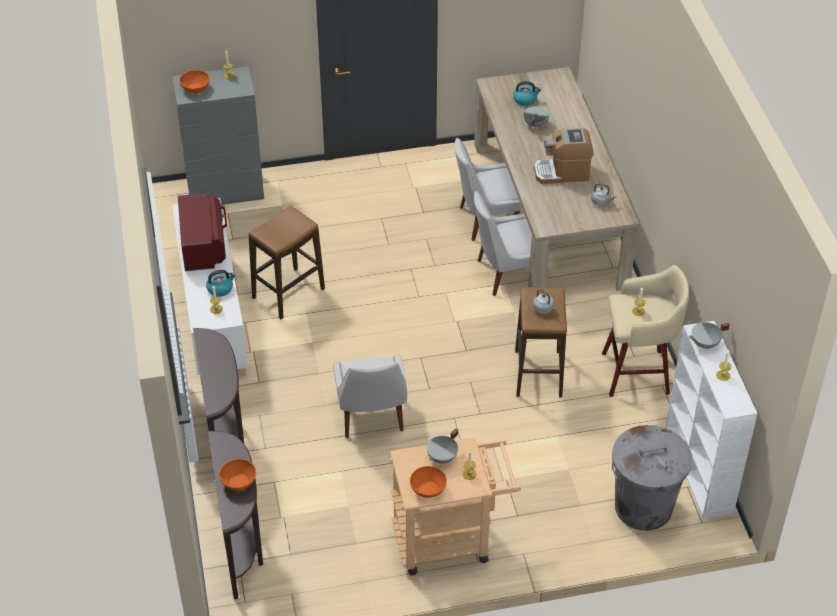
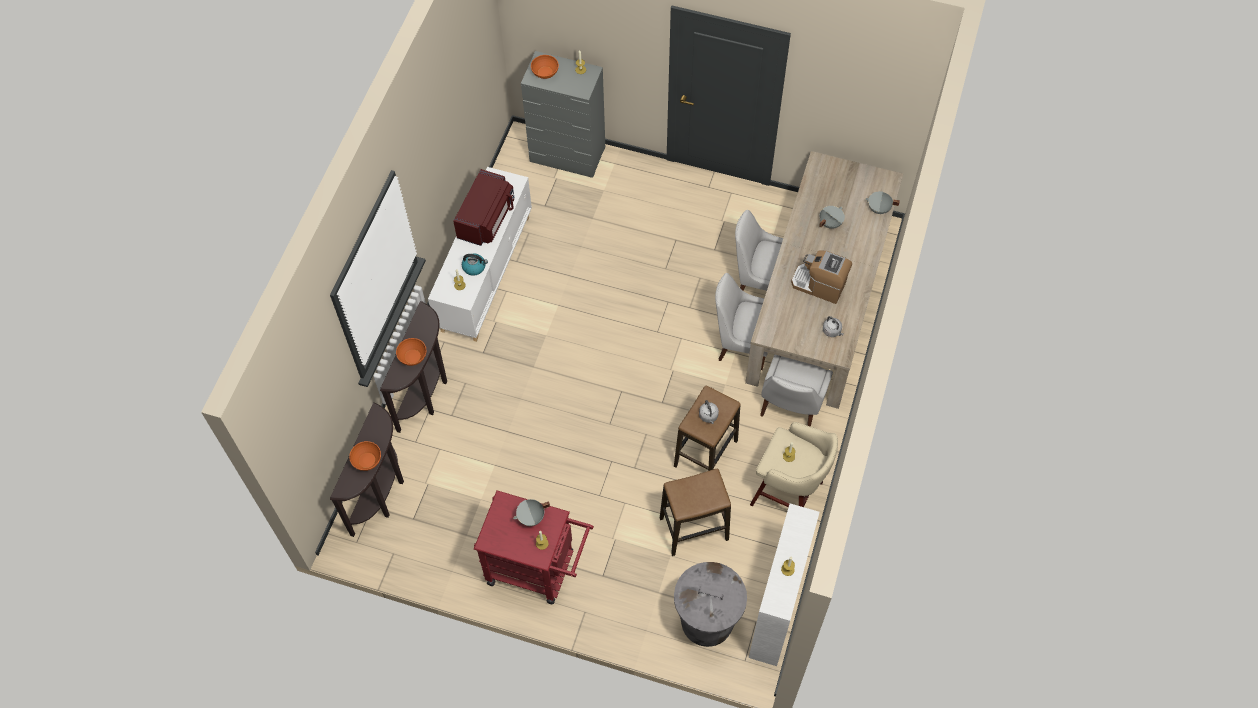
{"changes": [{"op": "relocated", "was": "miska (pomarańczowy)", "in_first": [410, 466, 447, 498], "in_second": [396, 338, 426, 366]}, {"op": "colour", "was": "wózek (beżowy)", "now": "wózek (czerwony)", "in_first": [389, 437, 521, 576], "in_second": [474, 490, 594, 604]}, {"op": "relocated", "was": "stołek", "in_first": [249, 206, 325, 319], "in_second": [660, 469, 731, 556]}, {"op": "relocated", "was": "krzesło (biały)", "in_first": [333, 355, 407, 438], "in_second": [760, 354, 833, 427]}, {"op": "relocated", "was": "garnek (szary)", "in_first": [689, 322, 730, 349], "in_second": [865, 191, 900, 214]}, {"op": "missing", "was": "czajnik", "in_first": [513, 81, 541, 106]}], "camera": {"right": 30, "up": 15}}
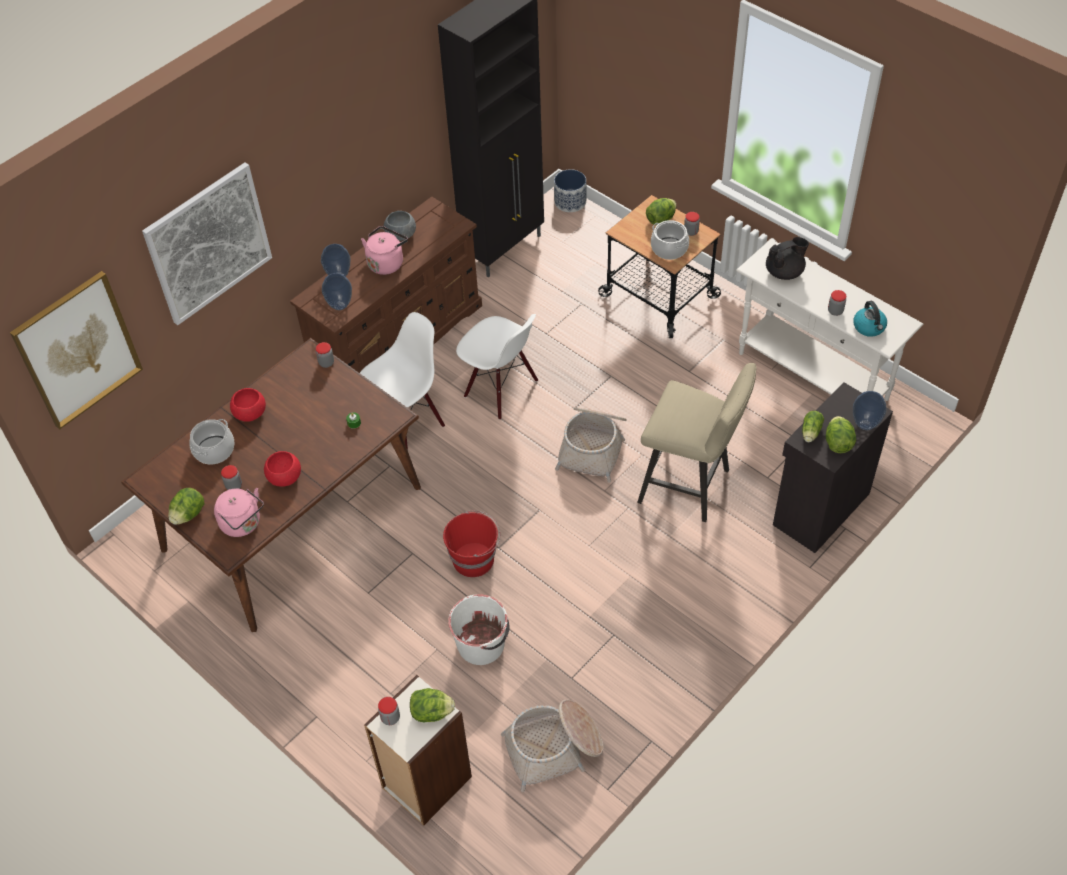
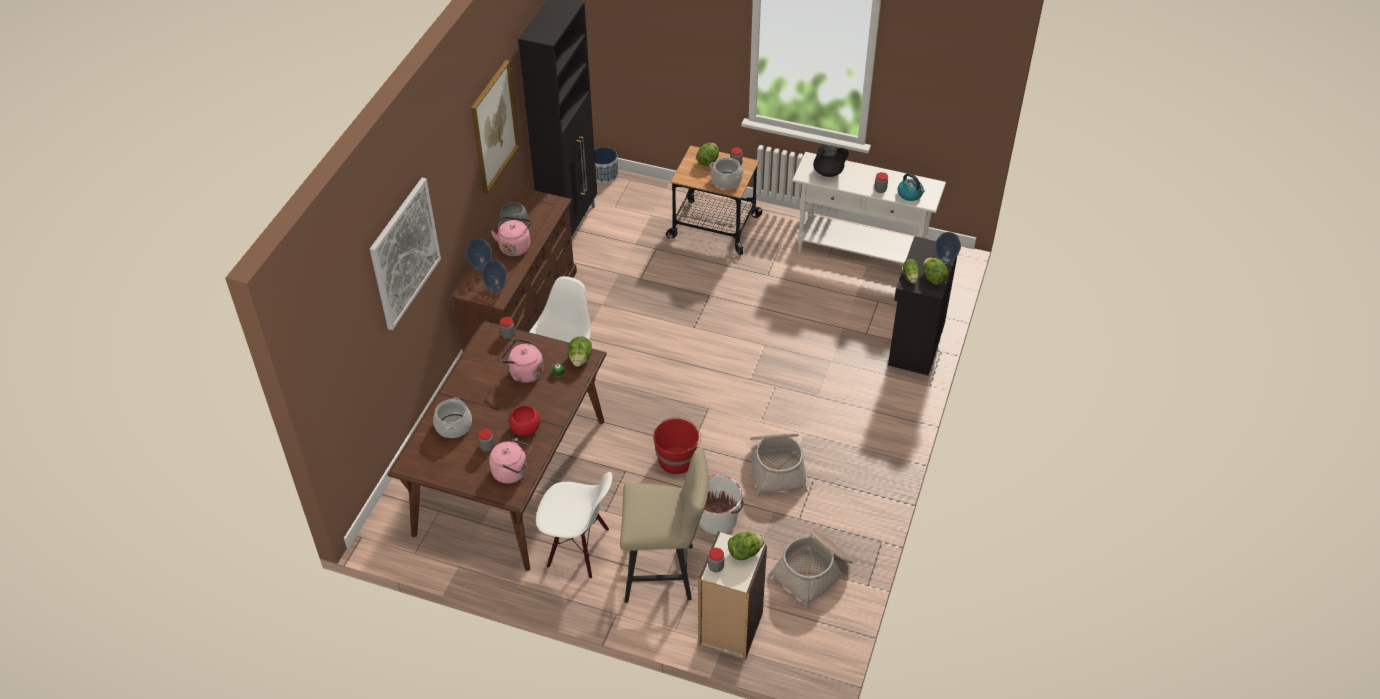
{"changes": [{"op": "relocated", "was": "obraz", "in_first": [10, 271, 143, 430], "in_second": [471, 60, 520, 194]}, {"op": "appeared", "now": "czajnik (różowy)", "in_second": [501, 339, 544, 383]}, {"op": "relocated", "was": "krzesło (biały)", "in_first": [456, 314, 538, 420], "in_second": [536, 472, 612, 579]}, {"op": "relocated", "was": "sałata", "in_first": [168, 488, 204, 525], "in_second": [568, 336, 592, 367]}, {"op": "relocated", "was": "stołek (beżowy)", "in_first": [637, 363, 757, 522], "in_second": [620, 448, 708, 603]}, {"op": "relocated", "was": "koszyk", "in_first": [555, 407, 627, 483], "in_second": [749, 433, 808, 497]}, {"op": "spun", "was": "imbryk (czarny)", "in_first": [766, 237, 809, 280], "in_second": [813, 145, 849, 177], "clockwise": 60}, {"op": "missing", "was": "miska (czerwony)", "in_first": [230, 388, 266, 422]}], "camera": {"right": -25, "up": -5}}
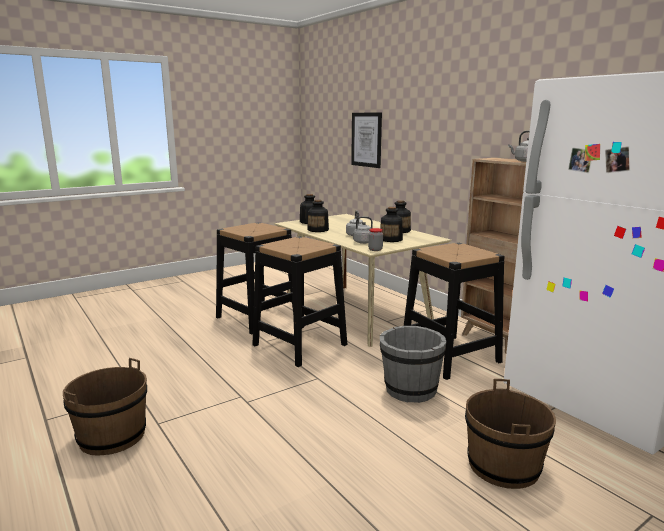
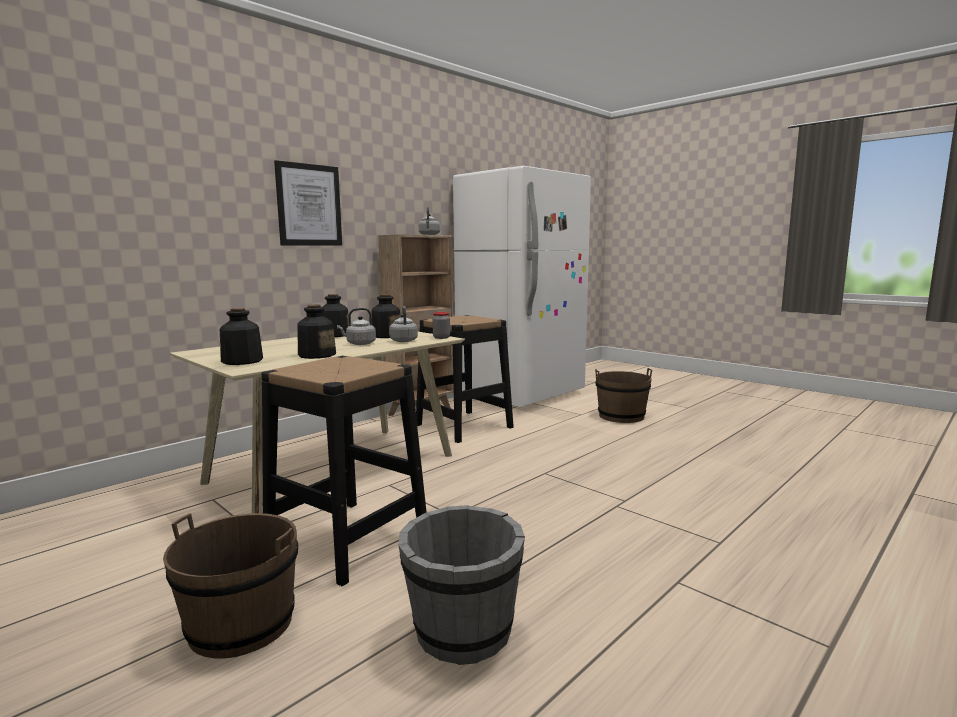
{"changes": [{"op": "relocated", "was": "wiadro (brązowy)", "in_first": [63, 358, 147, 456], "in_second": [163, 513, 298, 658]}, {"op": "relocated", "was": "obraz", "in_first": [351, 112, 382, 168], "in_second": [274, 160, 342, 246]}, {"op": "relocated", "was": "wiadro (szary)", "in_first": [380, 326, 447, 403], "in_second": [399, 505, 525, 665]}, {"op": "missing", "was": "stołek (czarny)", "in_first": [252, 236, 347, 367]}], "camera": {"right": -100, "up": -5}}
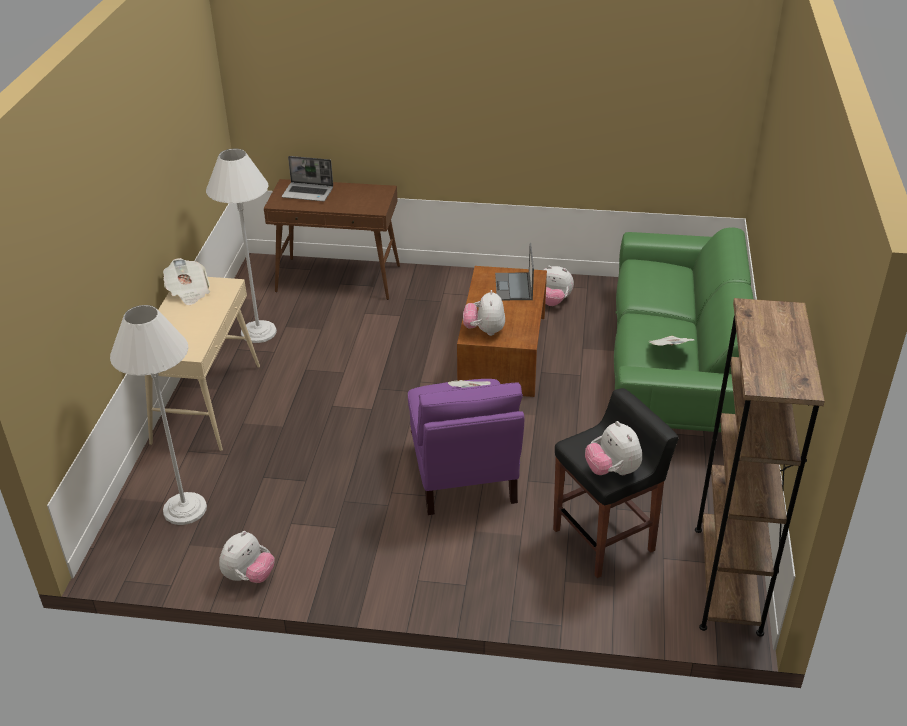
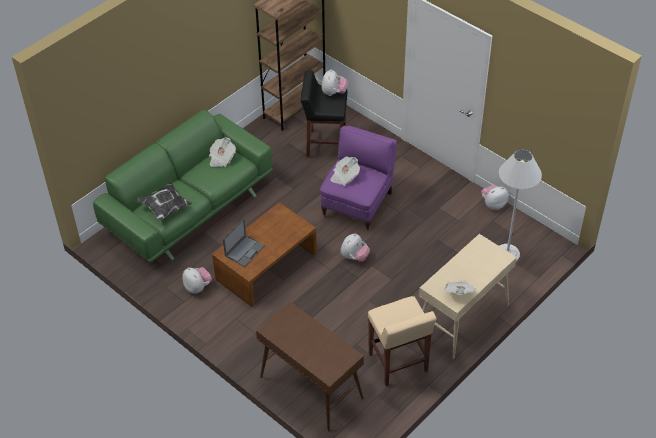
{"changes": [{"op": "appeared", "now": "poduszka", "in_second": [136, 182, 193, 222]}, {"op": "relocated", "was": "pluszak", "in_first": [463, 290, 505, 336], "in_second": [341, 233, 370, 262]}, {"op": "exchanged", "was": "lampa stojąca (biały)", "now": "stołek (beżowy)", "in_first": [206, 148, 277, 343], "in_second": [368, 296, 436, 386]}, {"op": "missing", "was": "laptop", "in_first": [282, 156, 333, 201]}], "camera": {"right": -145, "up": 10}}
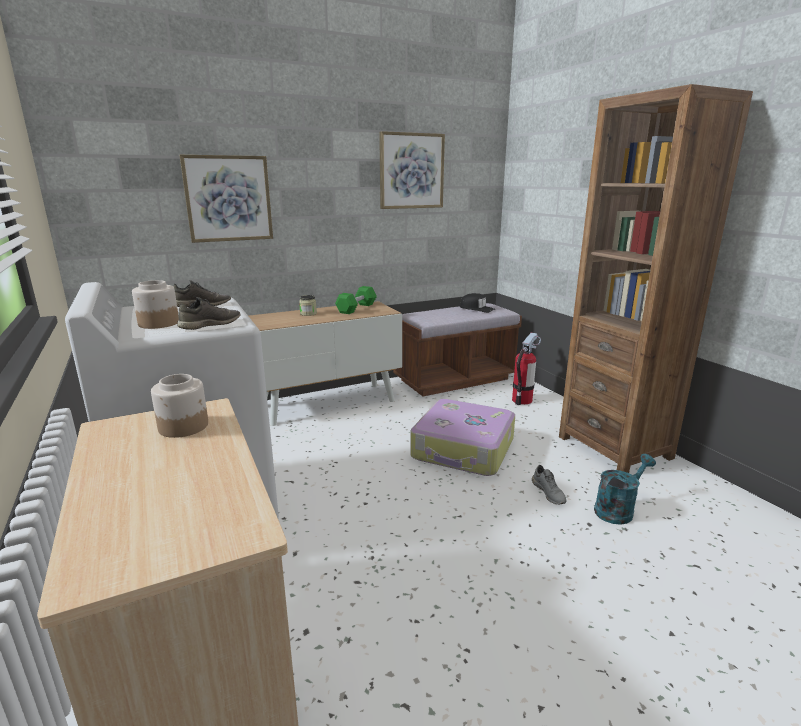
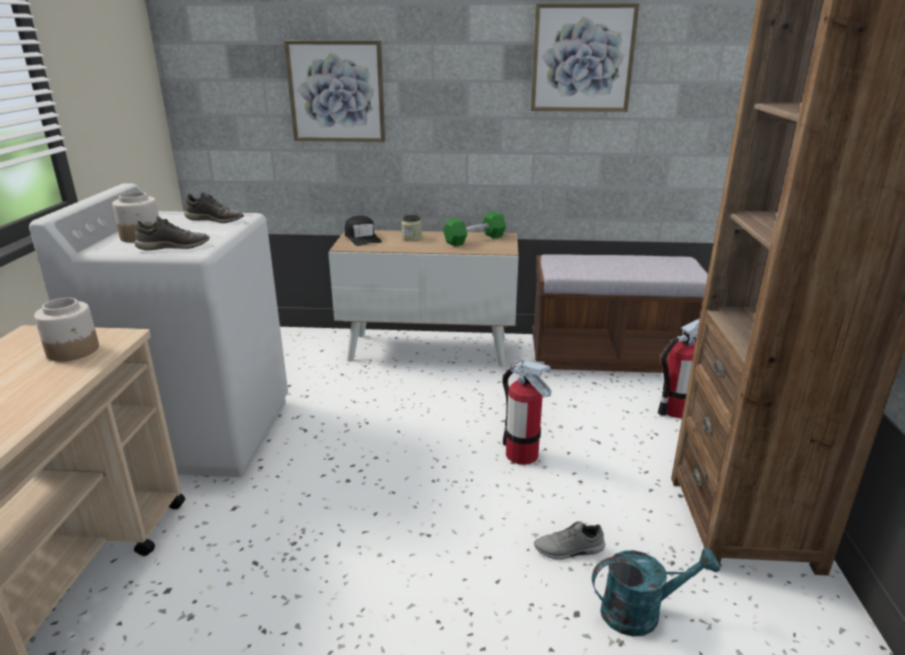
{"changes": [{"op": "relocated", "was": "czapka z daszkiem (czarny)", "in_first": [460, 293, 495, 313], "in_second": [345, 216, 382, 246]}, {"op": "exchanged", "was": "walizka", "now": "gaśnica", "in_first": [410, 399, 515, 476], "in_second": [502, 360, 552, 465]}, {"op": "spun", "was": "but (szary)", "in_first": [532, 465, 567, 504], "in_second": [534, 521, 605, 560], "clockwise": 75}], "camera": {"right": 30, "up": 5}}
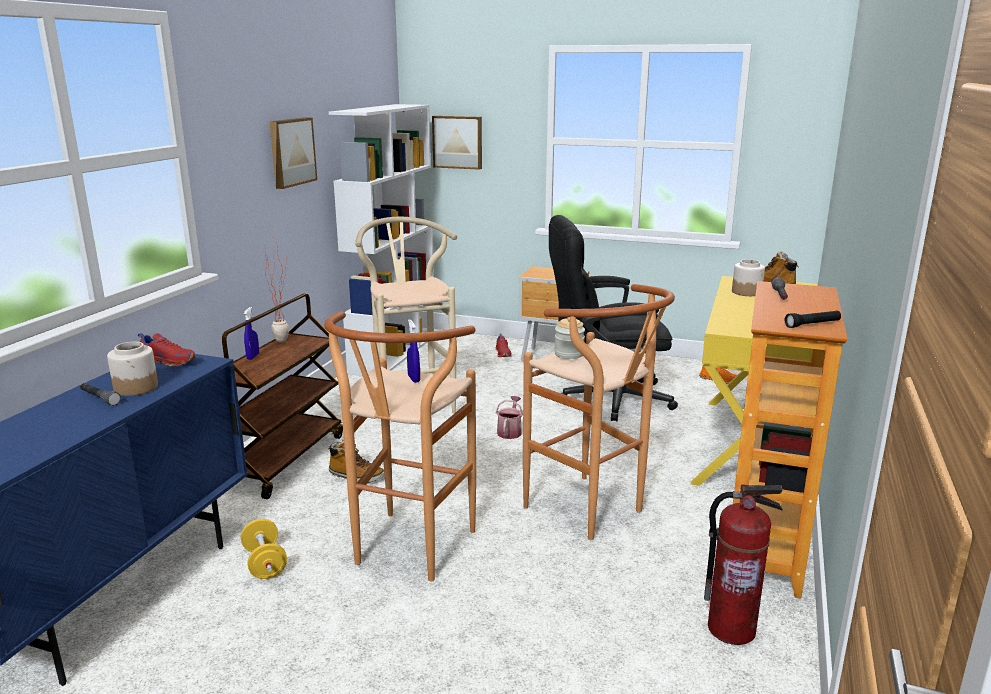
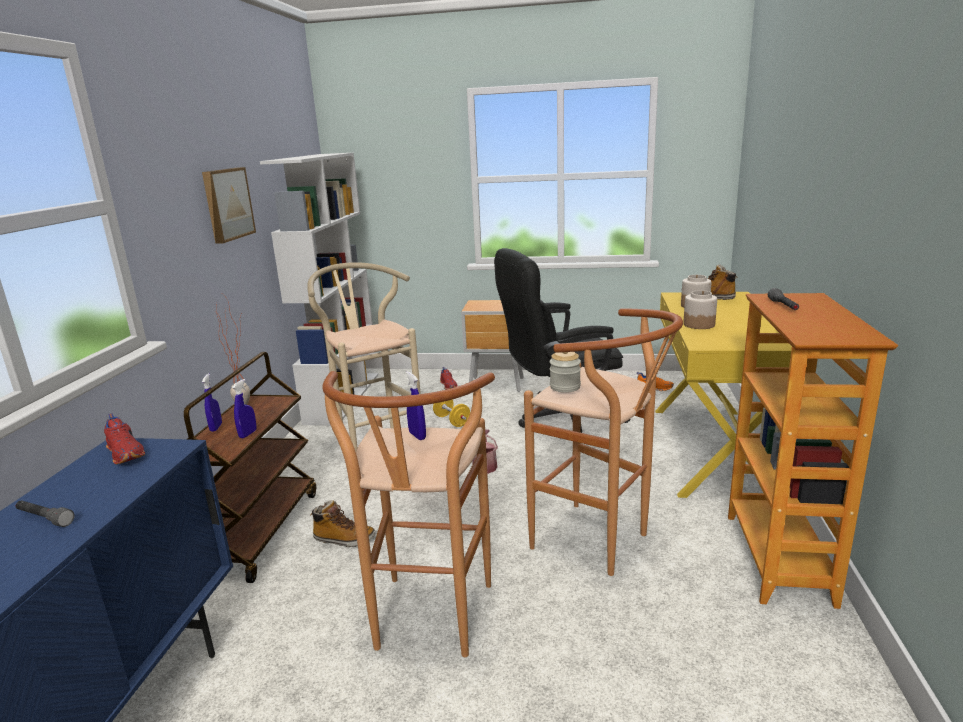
{"changes": [{"op": "spun", "was": "but (czerwony)", "in_first": [138, 333, 196, 367], "in_second": [104, 413, 145, 464], "clockwise": 45}, {"op": "appeared", "now": "spryskiwacz (niebieski)", "in_second": [232, 379, 257, 438]}, {"op": "relocated", "was": "hantel (żółty)", "in_first": [241, 519, 287, 579], "in_second": [433, 399, 470, 427]}, {"op": "relocated", "was": "słoik", "in_first": [107, 341, 158, 396], "in_second": [683, 290, 717, 329]}, {"op": "missing", "was": "obraz", "in_first": [432, 116, 482, 170]}, {"op": "missing", "was": "gaśnica", "in_first": [704, 484, 783, 645]}, {"op": "missing", "was": "latarka (czarny)", "in_first": [785, 311, 841, 328]}], "camera": {"right": -10, "up": 0}}
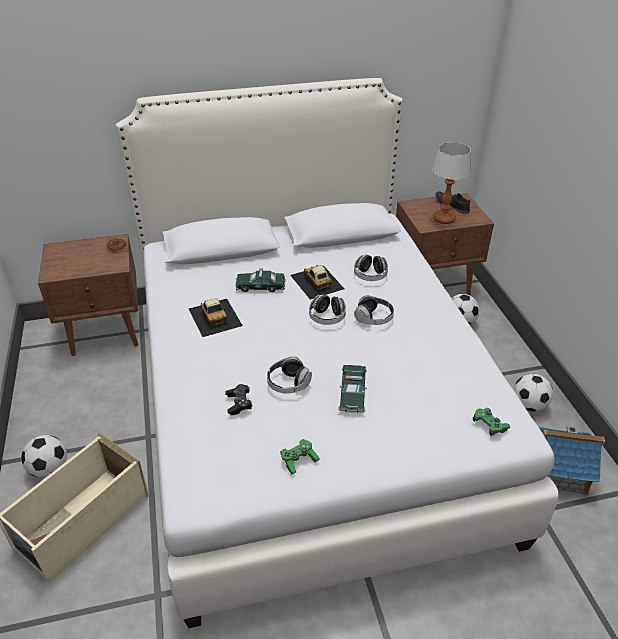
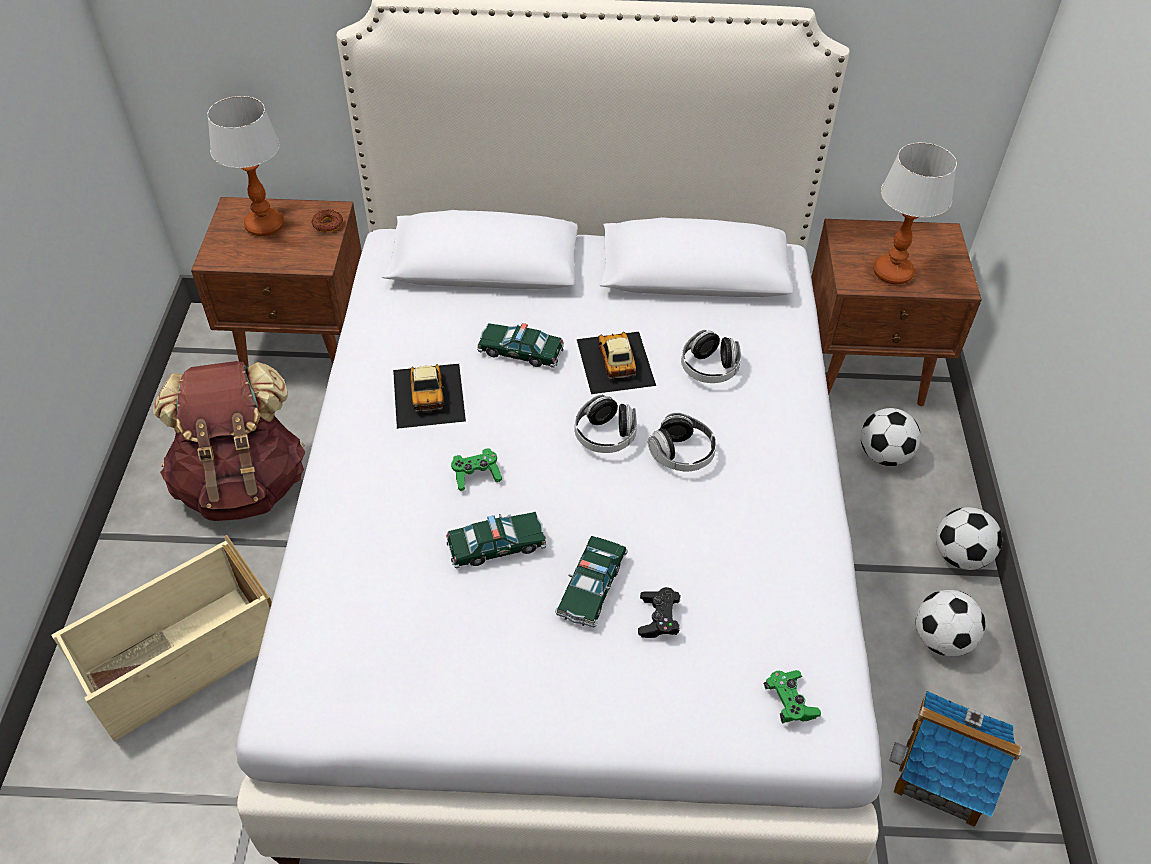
{"changes": [{"op": "appeared", "now": "plecak (brązowy)", "in_second": [153, 361, 305, 521]}, {"op": "appeared", "now": "lampa stołowa", "in_second": [207, 96, 284, 236]}, {"op": "exchanged", "was": "słuchawki", "now": "samochodzik", "in_first": [267, 356, 312, 394], "in_second": [446, 512, 547, 568]}, {"op": "relocated", "was": "pad do gier (zielony)", "in_first": [280, 439, 320, 474], "in_second": [451, 448, 503, 491]}, {"op": "relocated", "was": "pad do gier (czarny)", "in_first": [225, 384, 252, 415], "in_second": [638, 587, 681, 638]}, {"op": "relocated", "was": "piłka futbolowa", "in_first": [21, 435, 67, 478], "in_second": [936, 507, 1002, 570]}, {"op": "missing", "was": "but (czarny)", "in_first": [435, 191, 470, 214]}], "camera": {"right": 15, "up": 10}}
